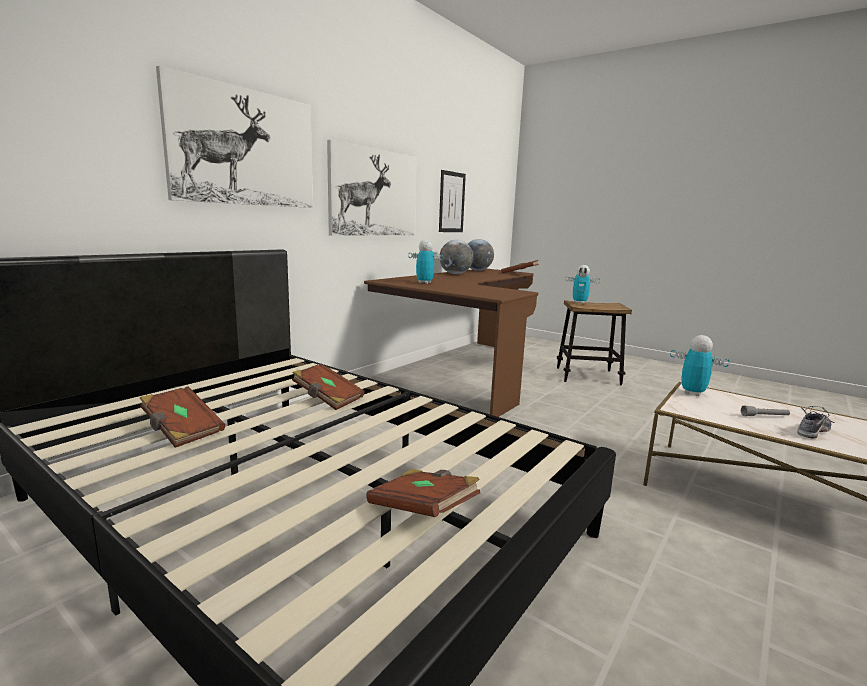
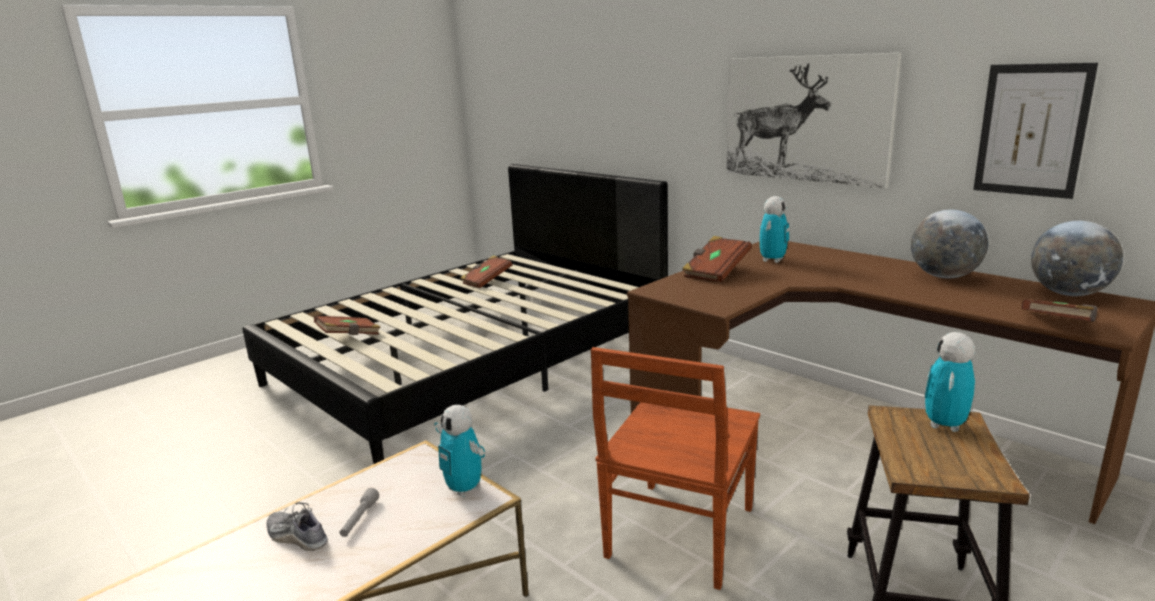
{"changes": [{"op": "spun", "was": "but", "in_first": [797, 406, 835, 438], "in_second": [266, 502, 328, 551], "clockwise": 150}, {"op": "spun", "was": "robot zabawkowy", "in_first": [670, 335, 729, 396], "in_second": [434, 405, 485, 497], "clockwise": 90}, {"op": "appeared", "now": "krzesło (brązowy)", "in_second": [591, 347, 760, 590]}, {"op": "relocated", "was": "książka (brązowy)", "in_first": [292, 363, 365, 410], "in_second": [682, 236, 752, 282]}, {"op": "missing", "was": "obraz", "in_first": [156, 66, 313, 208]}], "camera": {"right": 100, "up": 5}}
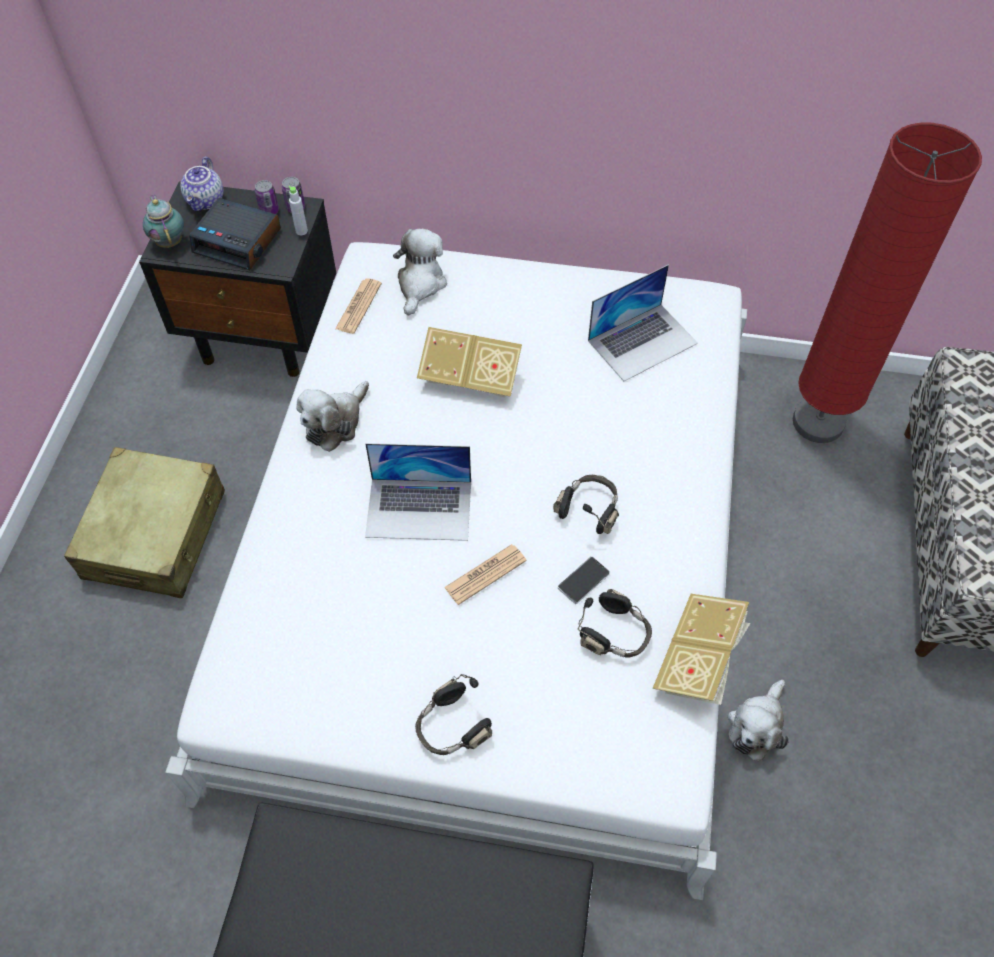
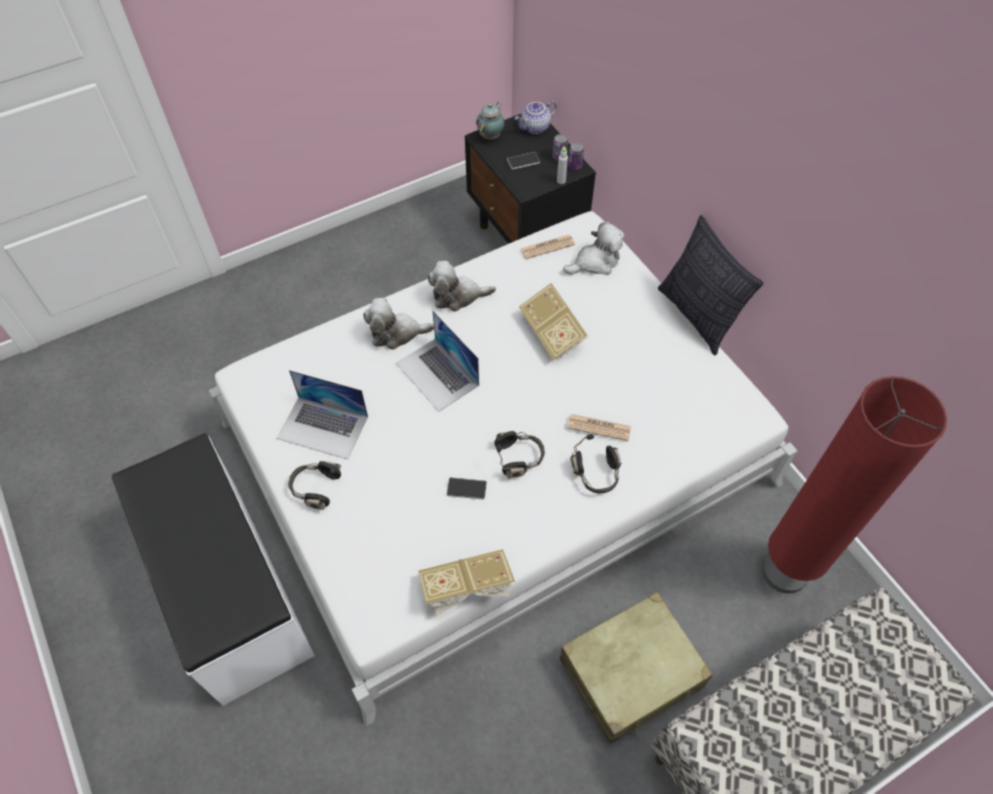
{"changes": [{"op": "relocated", "was": "laptop", "in_first": [588, 264, 698, 381], "in_second": [277, 370, 368, 459]}, {"op": "relocated", "was": "pluszak", "in_first": [728, 680, 789, 762], "in_second": [363, 298, 434, 350]}, {"op": "exchanged", "was": "budzik", "now": "telefon", "in_first": [189, 198, 281, 270], "in_second": [507, 152, 540, 169]}, {"op": "relocated", "was": "walizka (beżowy)", "in_first": [64, 447, 225, 598], "in_second": [560, 592, 713, 743]}, {"op": "relocated", "was": "gazeta", "in_first": [444, 544, 527, 605], "in_second": [568, 414, 631, 441]}, {"op": "relocated", "was": "słuchawki (czarny)", "in_first": [578, 589, 652, 658], "in_second": [570, 434, 622, 493]}, {"op": "appeared", "now": "poduszka", "in_second": [658, 215, 764, 355]}], "camera": {"right": 50, "up": 0}}
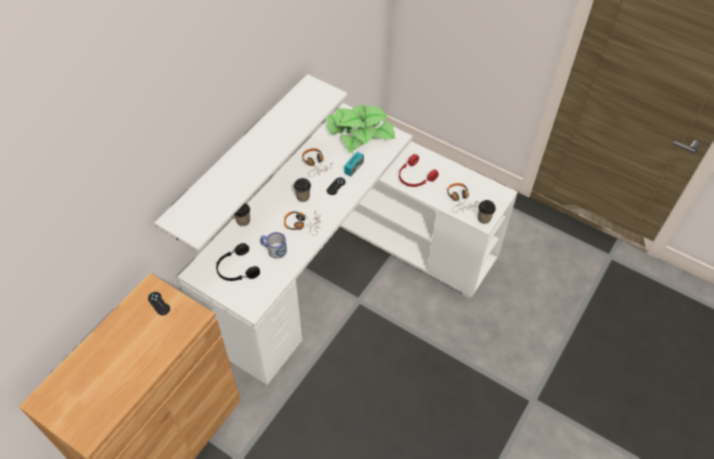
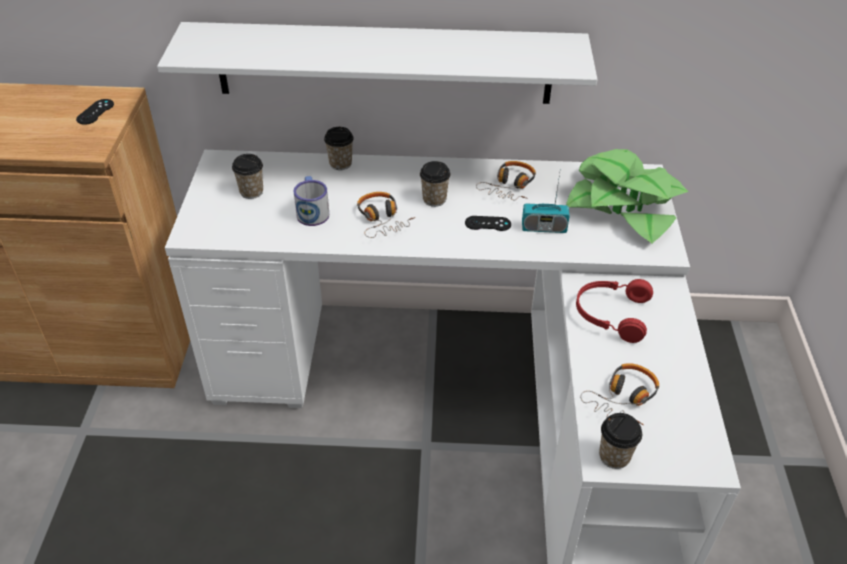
{"changes": [{"op": "exchanged", "was": "słuchawki (czarny)", "now": "filiżanka", "in_first": [216, 243, 260, 281], "in_second": [232, 154, 263, 199]}], "camera": {"right": 60, "up": -10}}
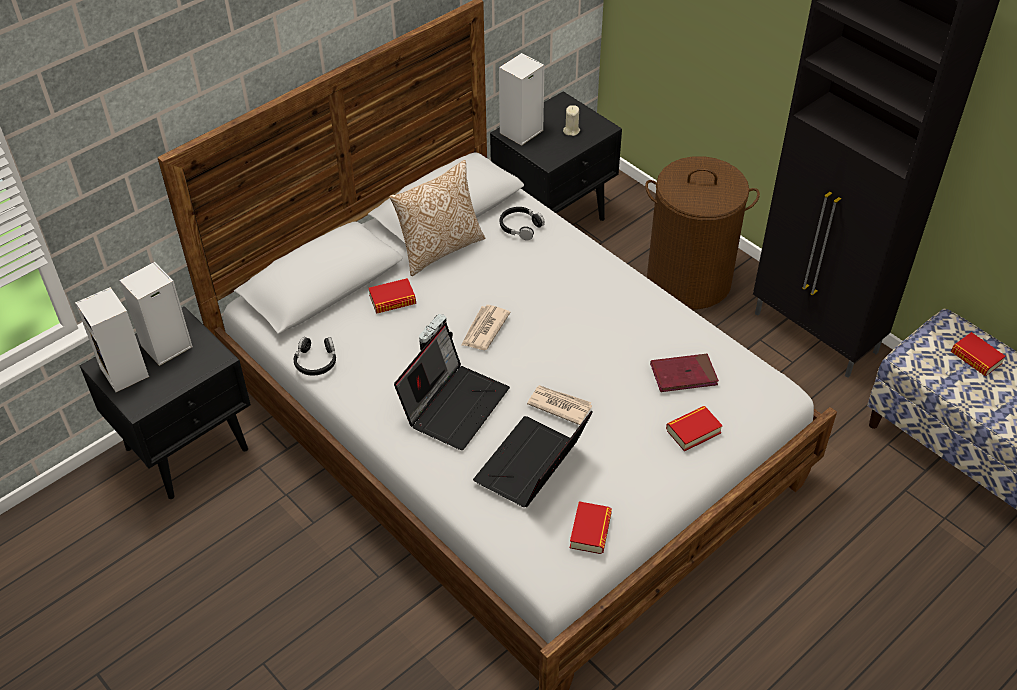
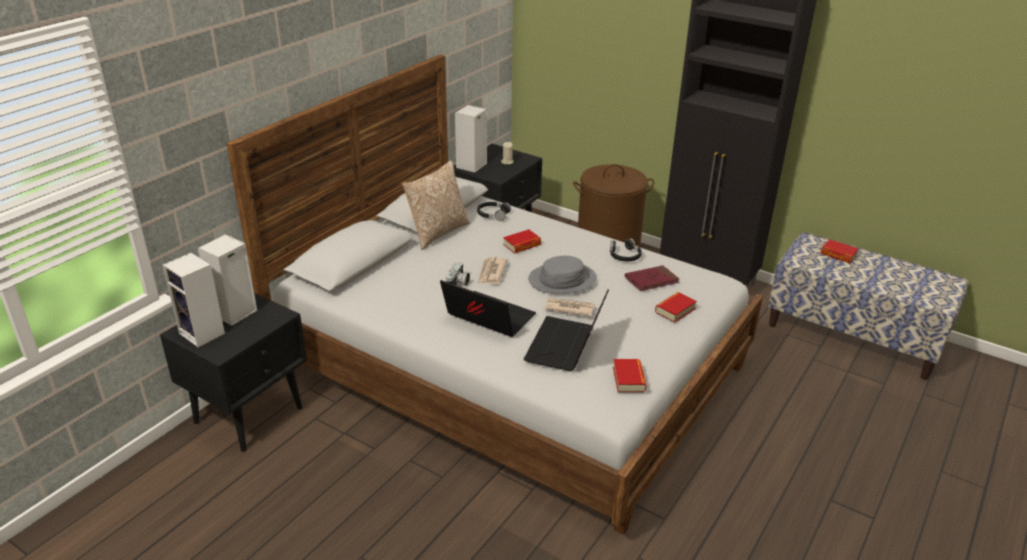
{"changes": [{"op": "spun", "was": "laptop", "in_first": [394, 323, 510, 450], "in_second": [440, 280, 536, 337], "clockwise": -75}, {"op": "relocated", "was": "książka", "in_first": [368, 278, 416, 314], "in_second": [503, 229, 541, 254]}, {"op": "appeared", "now": "kapelusz (szary)", "in_second": [528, 256, 597, 294]}, {"op": "relocated", "was": "słuchawki (czarny)", "in_first": [294, 337, 336, 376], "in_second": [610, 238, 642, 261]}], "camera": {"right": -15, "up": -15}}
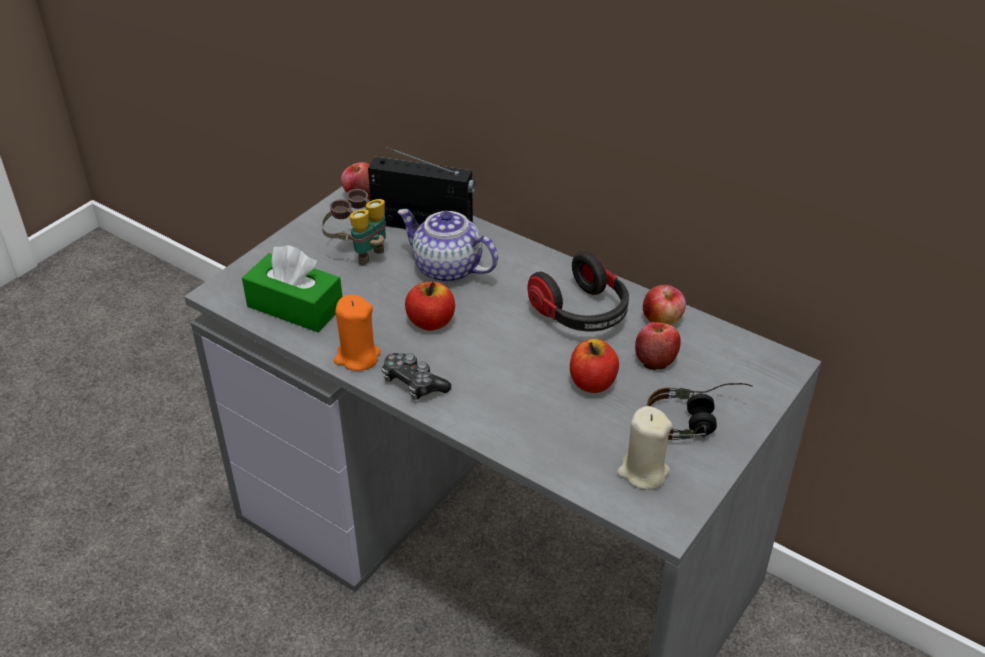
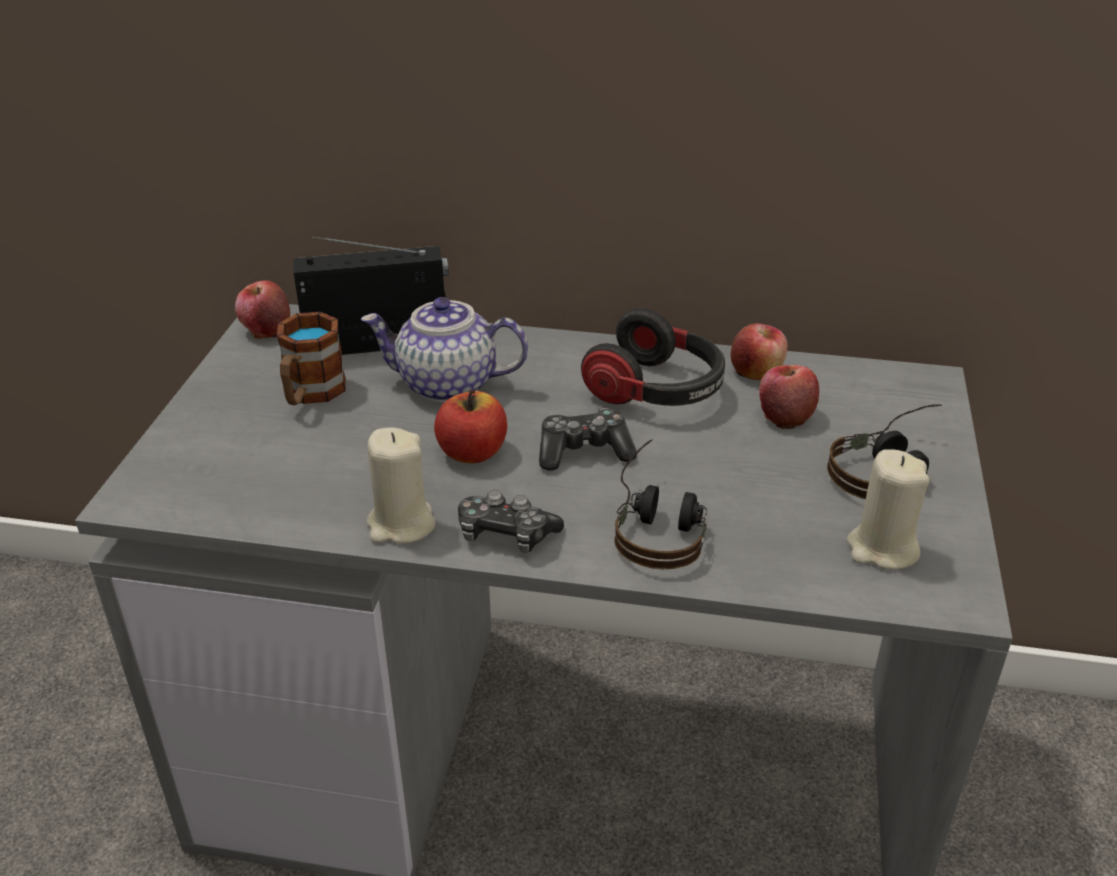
{"changes": [{"op": "exchanged", "was": "lornetka", "now": "kubek", "in_first": [322, 189, 386, 266], "in_second": [277, 312, 346, 405]}, {"op": "colour", "was": "świeca (pomarańczowy)", "now": "świeca (beżowy)", "in_first": [334, 295, 381, 371], "in_second": [367, 428, 435, 544]}, {"op": "appeared", "now": "pad do gier", "in_second": [539, 408, 637, 471]}, {"op": "appeared", "now": "słuchawki", "in_second": [614, 439, 707, 569]}, {"op": "missing", "was": "pudełko chusteczek (zielony)", "in_first": [242, 245, 342, 332]}, {"op": "missing", "was": "jabłko", "in_first": [570, 339, 619, 393]}], "camera": {"right": -25, "up": -5}}
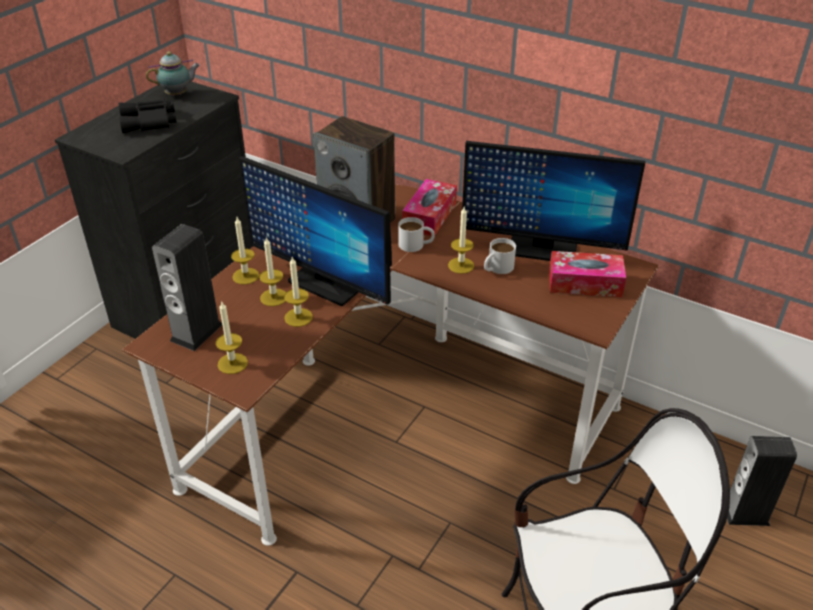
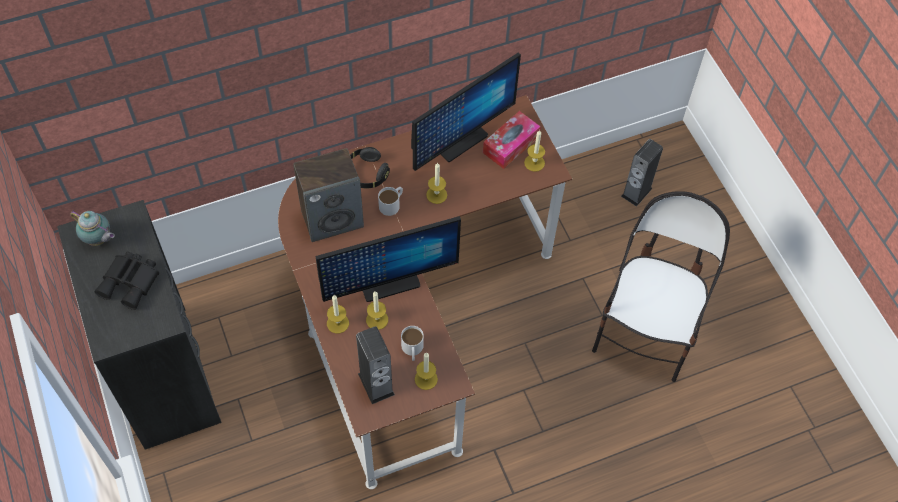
{"changes": [{"op": "spun", "was": "imbryk", "in_first": [146, 51, 200, 96], "in_second": [70, 211, 115, 246], "clockwise": 105}, {"op": "exchanged", "was": "pudełko chusteczek", "now": "słuchawki (czarny)", "in_first": [402, 179, 457, 236], "in_second": [350, 147, 390, 188]}, {"op": "relocated", "was": "kubek (biały)", "in_first": [484, 238, 516, 274], "in_second": [401, 326, 424, 361]}, {"op": "relocated", "was": "świeca", "in_first": [284, 257, 313, 327], "in_second": [524, 130, 545, 172]}], "camera": {"right": -55, "up": 20}}
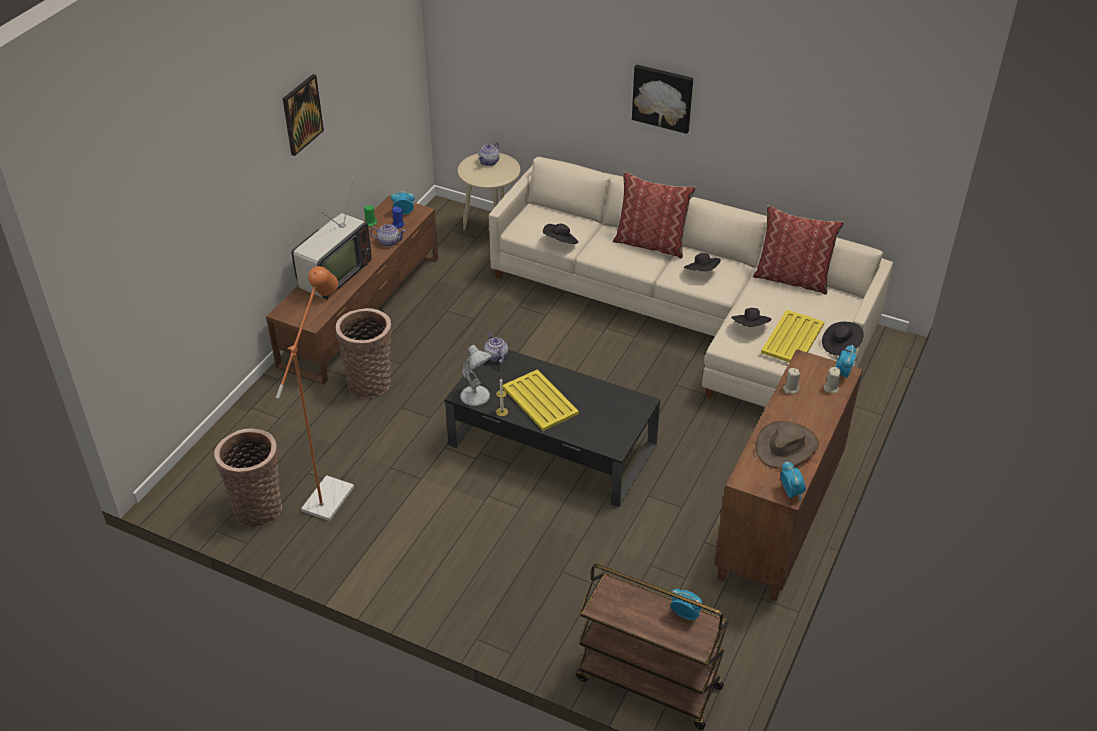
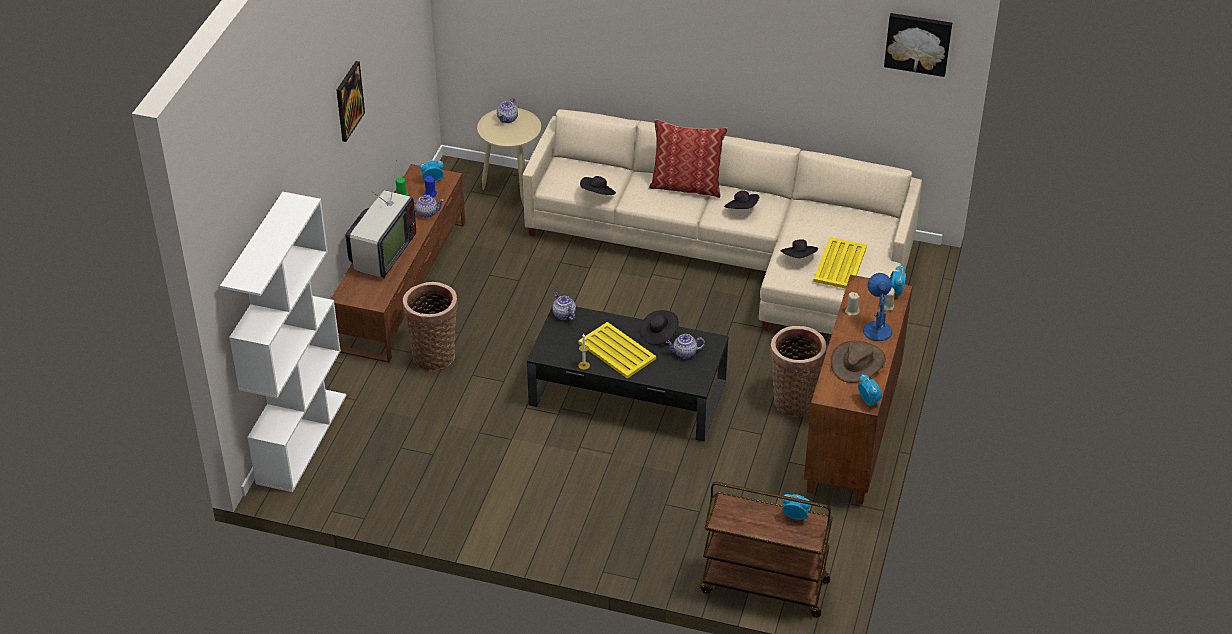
{"changes": [{"op": "appeared", "now": "regał (biały)", "in_second": [220, 192, 346, 492]}, {"op": "relocated", "was": "kapelusz (czarny)", "in_first": [822, 322, 864, 356], "in_second": [640, 310, 679, 345]}, {"op": "appeared", "now": "imbryk", "in_second": [666, 334, 705, 359]}, {"op": "relocated", "was": "koszyk", "in_first": [214, 428, 282, 528], "in_second": [770, 326, 826, 417]}, {"op": "appeared", "now": "lampa stołowa (niebieski)", "in_second": [863, 273, 892, 341]}, {"op": "relocated", "was": "obraz", "in_first": [632, 65, 693, 134], "in_second": [884, 13, 952, 77]}, {"op": "missing", "was": "lampa stojąca (pomarańczowy)", "in_first": [276, 266, 354, 521]}, {"op": "missing", "was": "lampa stołowa (biały)", "in_first": [460, 345, 492, 406]}, {"op": "missing", "was": "poduszka", "in_first": [753, 205, 844, 295]}], "camera": {"right": -10, "up": 0}}
